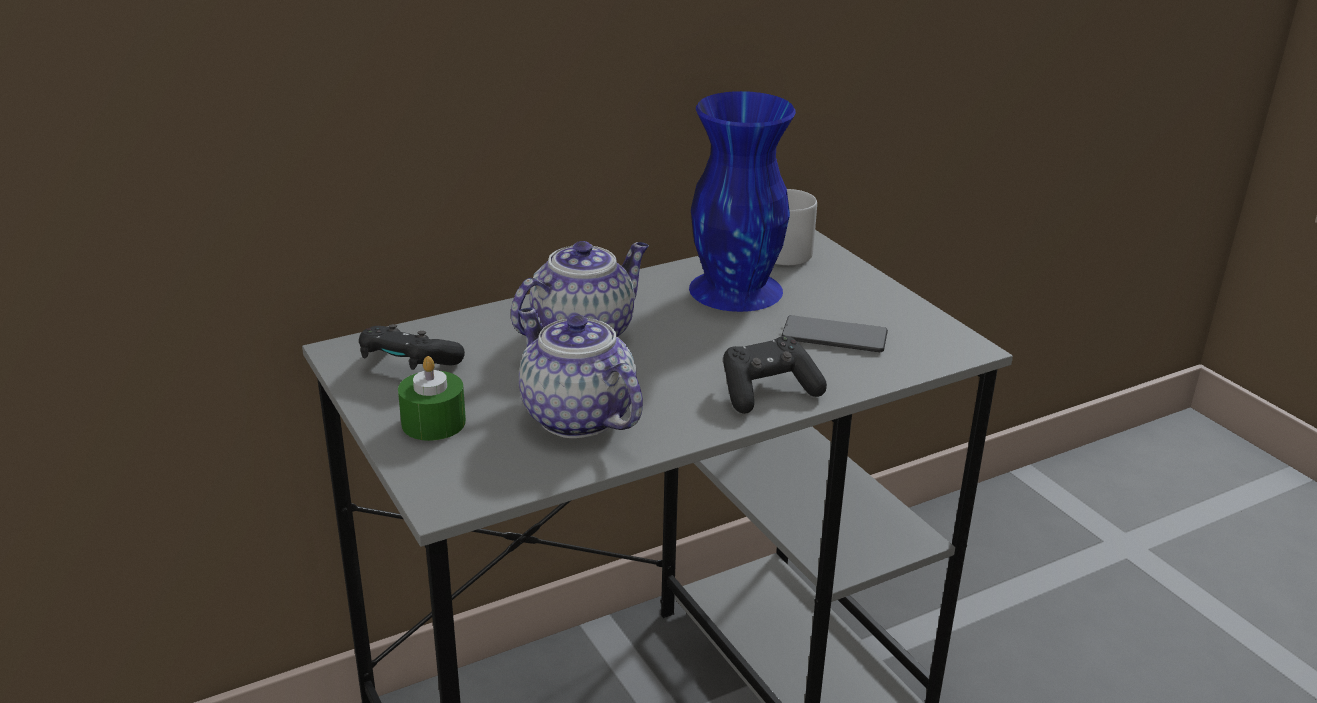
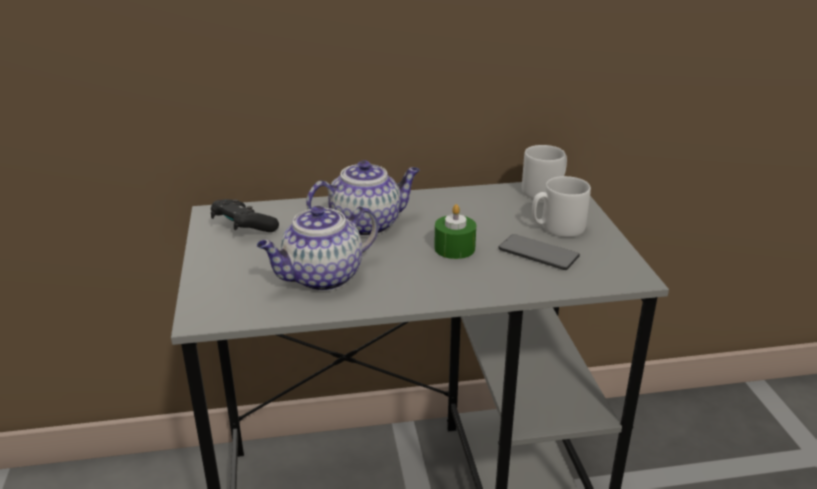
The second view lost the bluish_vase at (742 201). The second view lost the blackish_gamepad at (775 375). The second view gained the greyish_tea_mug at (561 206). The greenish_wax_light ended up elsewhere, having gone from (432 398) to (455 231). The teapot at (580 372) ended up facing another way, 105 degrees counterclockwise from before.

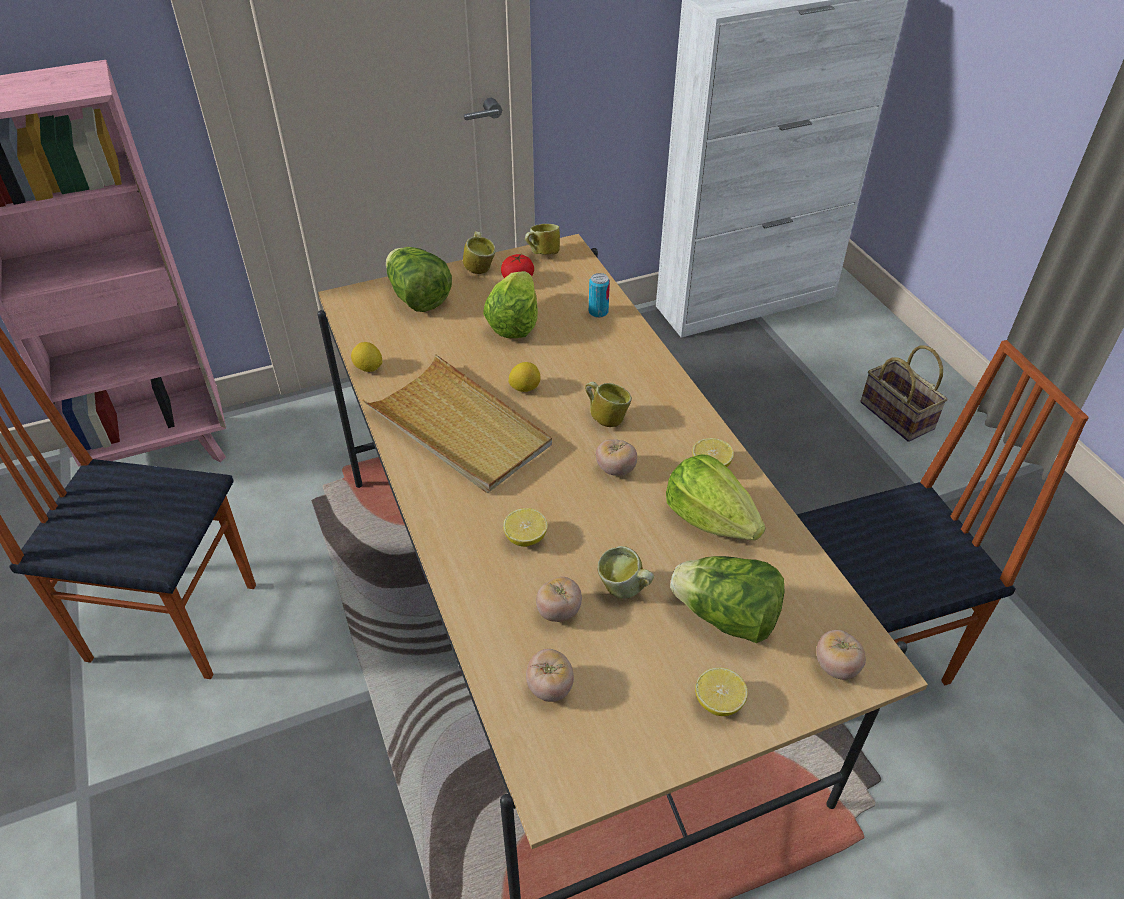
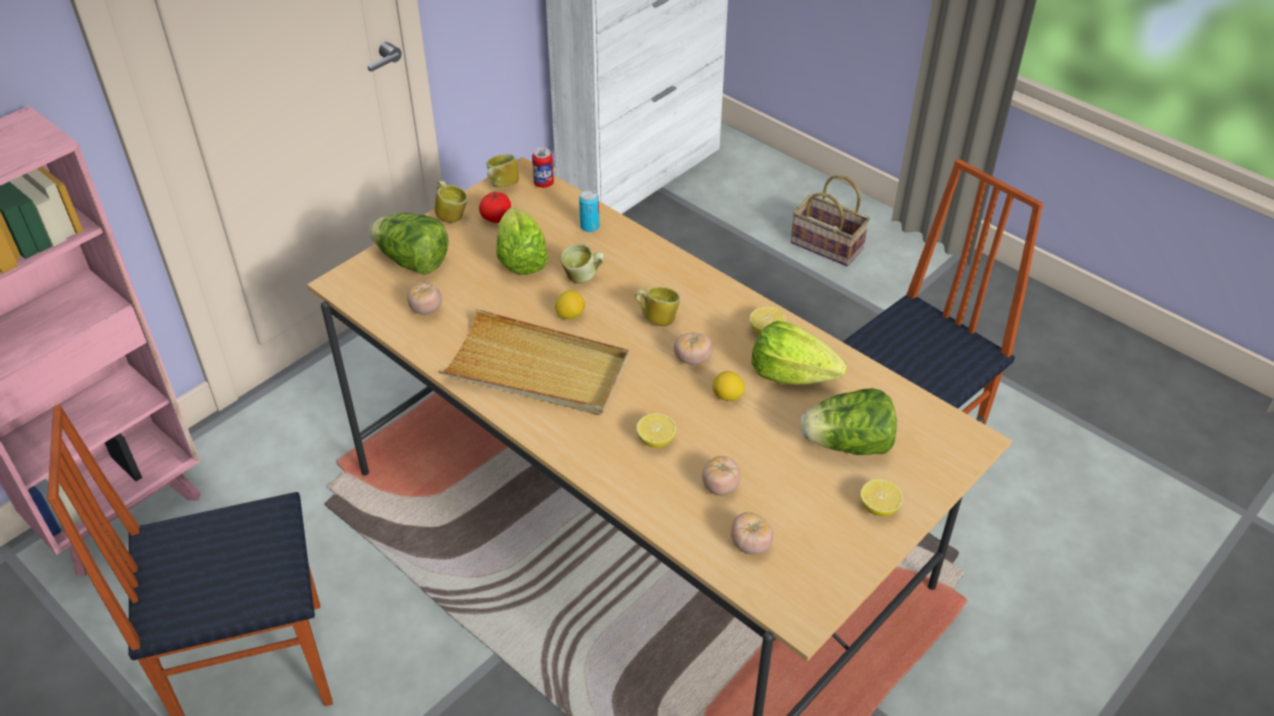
The second view gained the metal_can at (543 167). The lemon ended up elsewhere, having gone from (366 357) to (728 386). The tea_mug ended up elsewhere, having gone from (625 572) to (582 263). The fresh_tomato ended up elsewhere, having gone from (841 655) to (424 299).

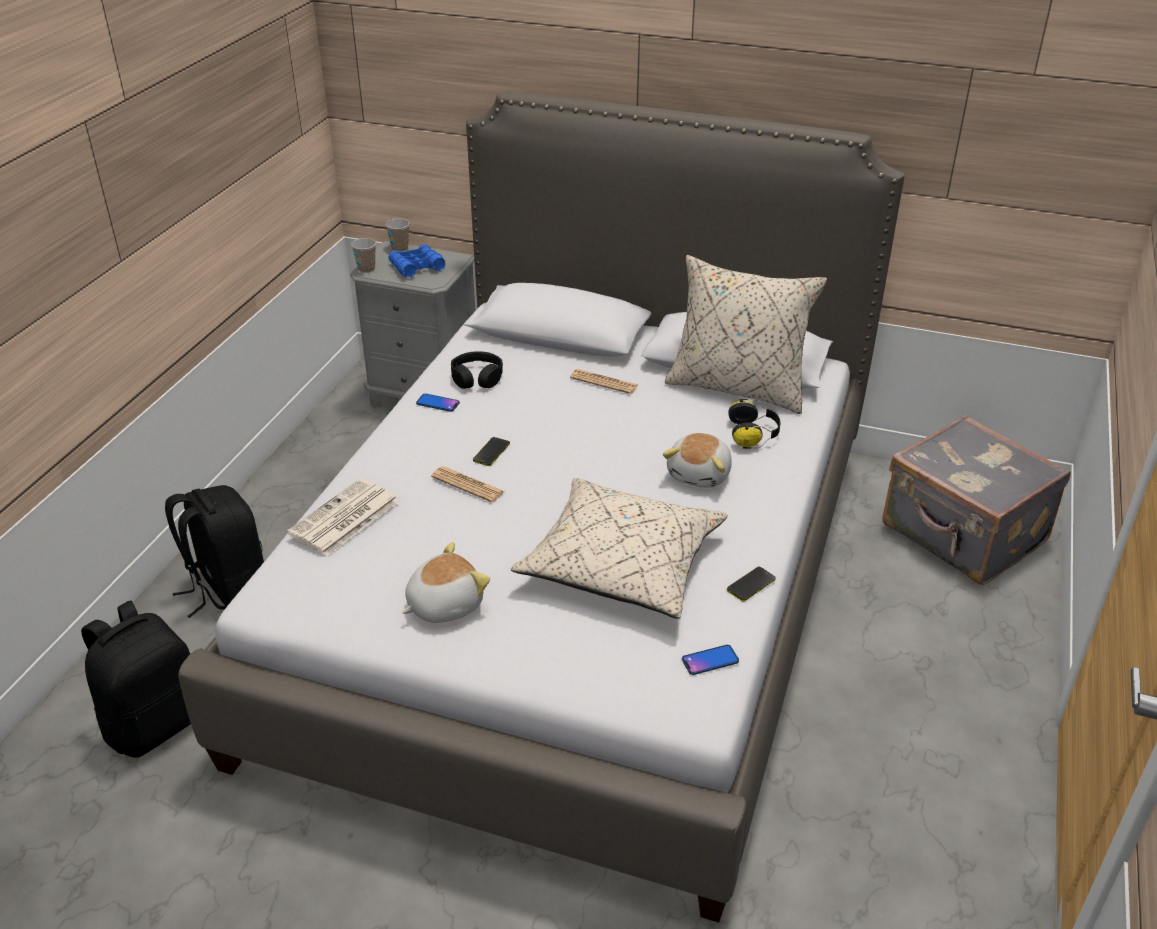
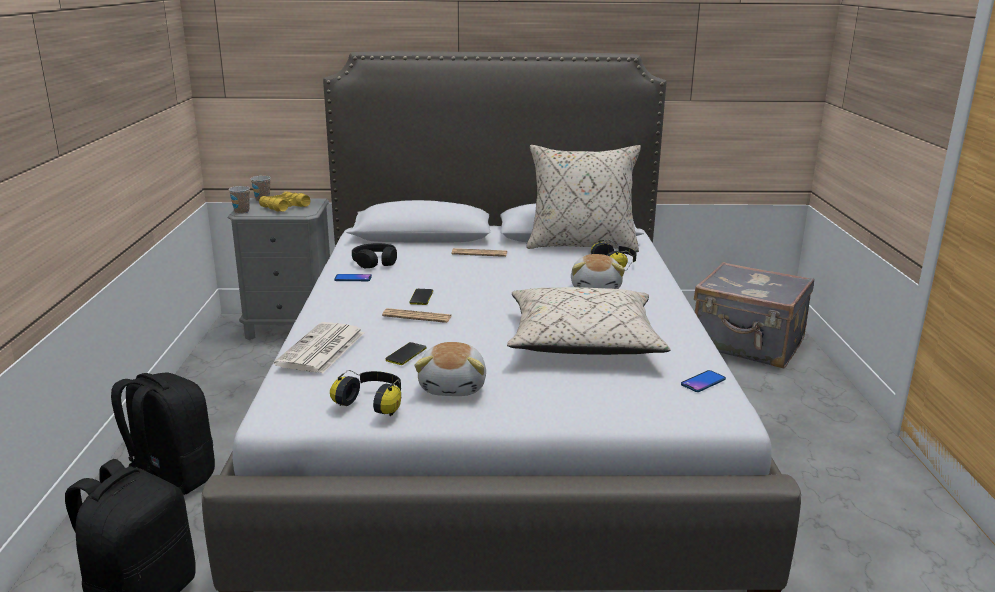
The second view gained the headset at (365 393). The handset ended up elsewhere, having gone from (751 584) to (406 353). What was the bluish_binoculars at (416 260) turned into the yellow-coloured_binoculars at (284 202). The soft_toy at (446 582) ended up facing another way, 150 degrees clockwise from before.

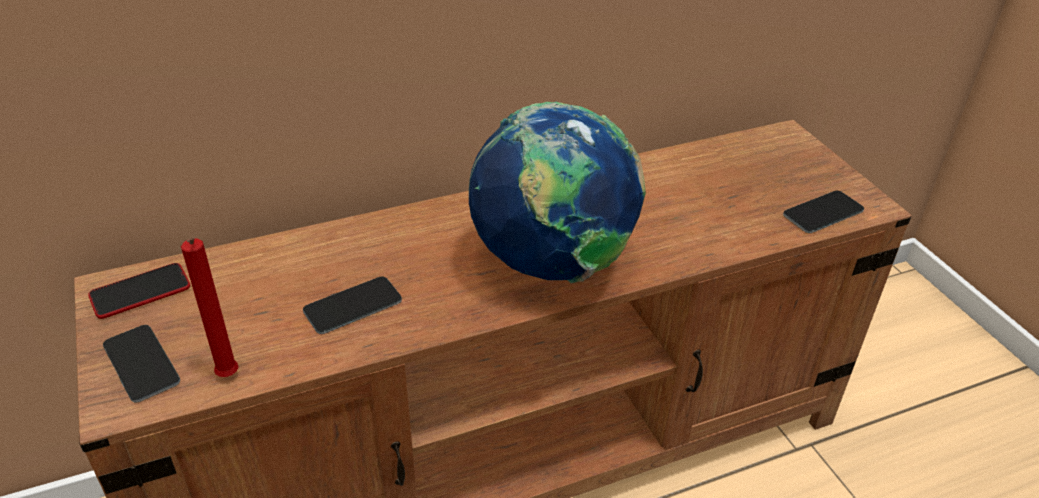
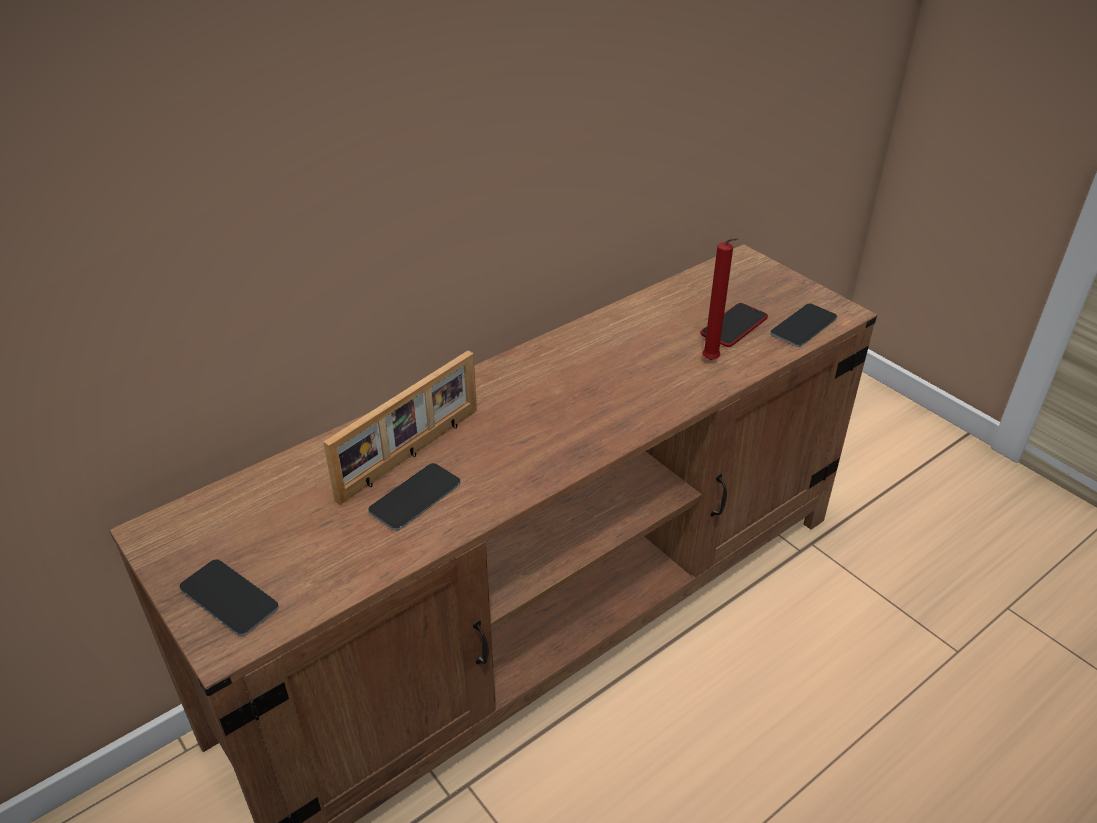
The second view lost the world_globe at (557 192). The second view gained the standing_frame at (400 428). The handset ended up elsewhere, having gone from (139 291) to (734 325). The red-coloured_wax_light ended up elsewhere, having gone from (210 307) to (720 299).

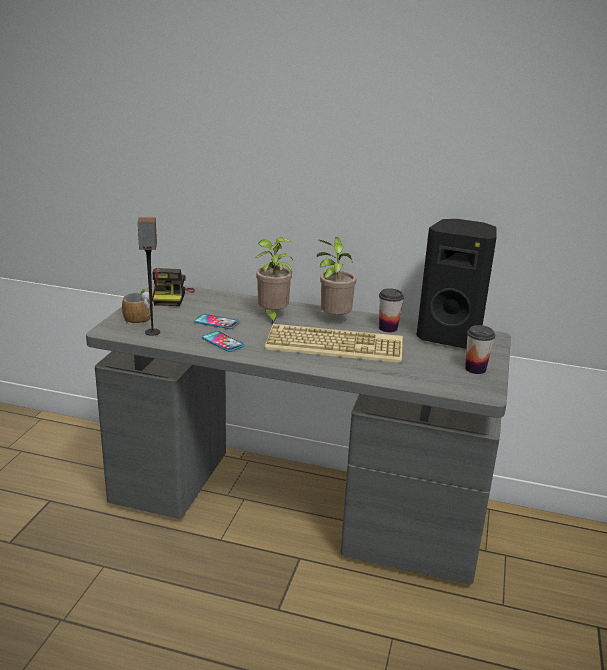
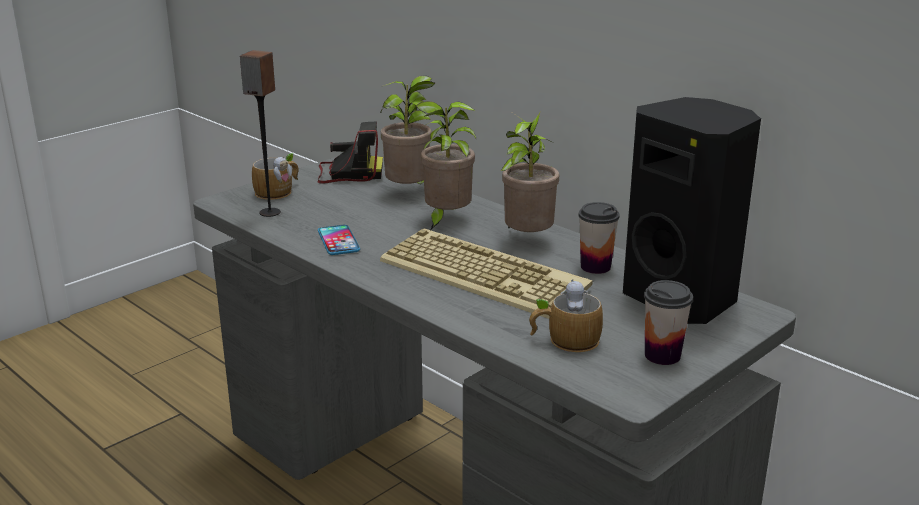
The second view lost the handset at (216 321). The second view gained the houseplant at (407 130). The second view gained the tea_mug at (566 315). The still_camera at (173 287) ended up facing another way, 120 degrees counterclockwise from before.

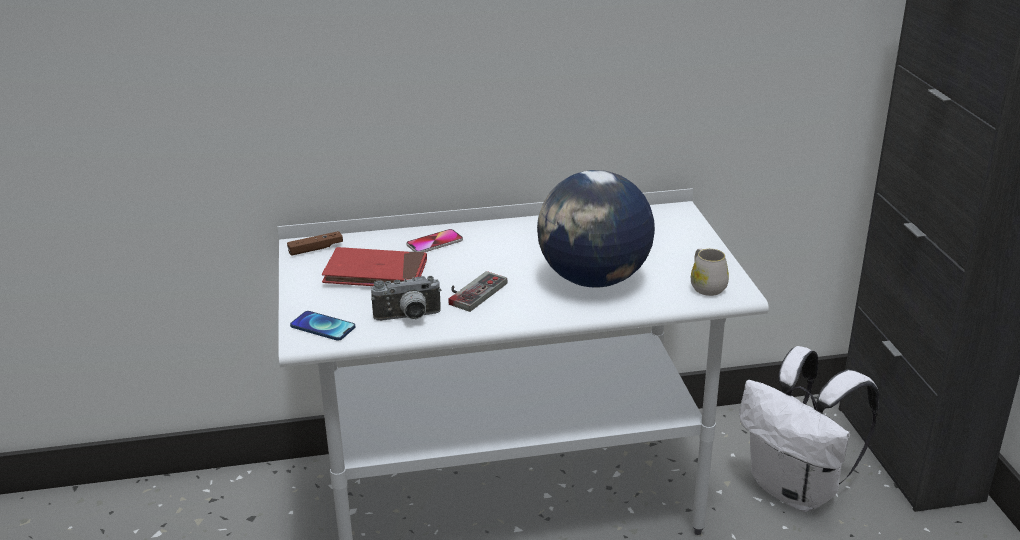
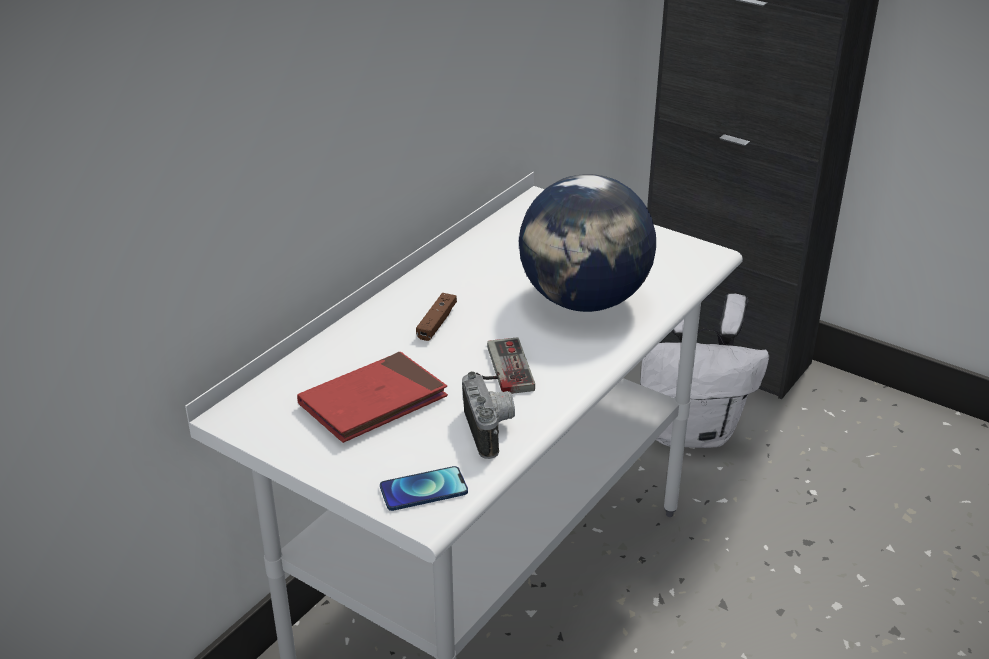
The second view lost the handset at (434 240). The second view lost the whitish_tea_mug at (710 272). The brownish_gamepad ended up elsewhere, having gone from (315 243) to (436 317). The still_camera at (406 298) ended up facing another way, 45 degrees counterclockwise from before.

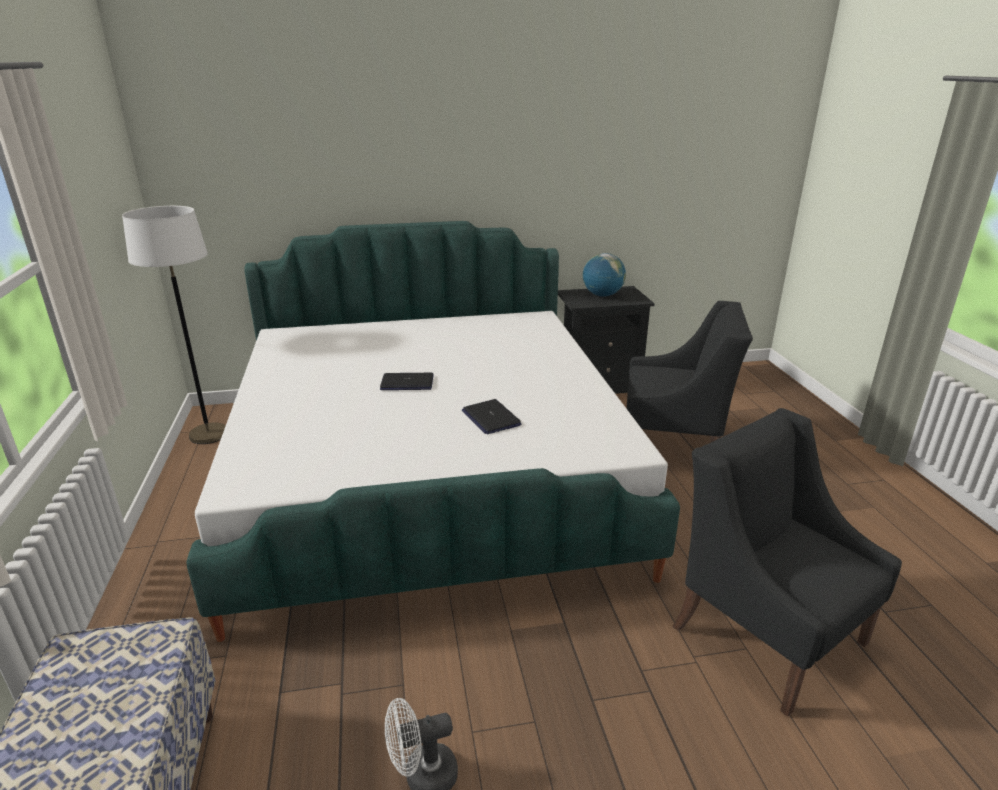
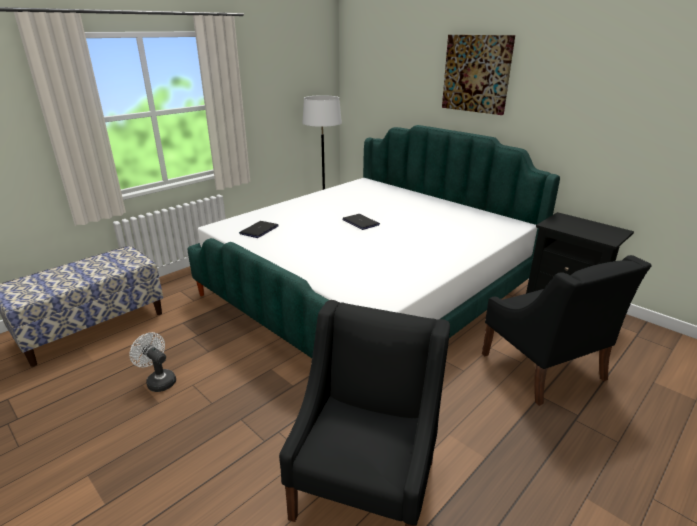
The second view lost the world_globe at (604 275). The second view gained the wall_art at (478 75). The laptop ended up elsewhere, having gone from (492 416) to (259 229).

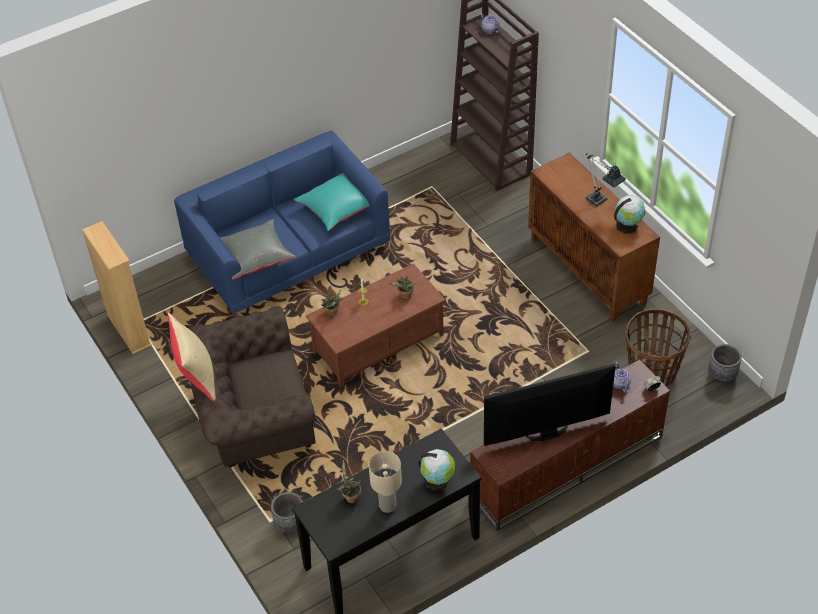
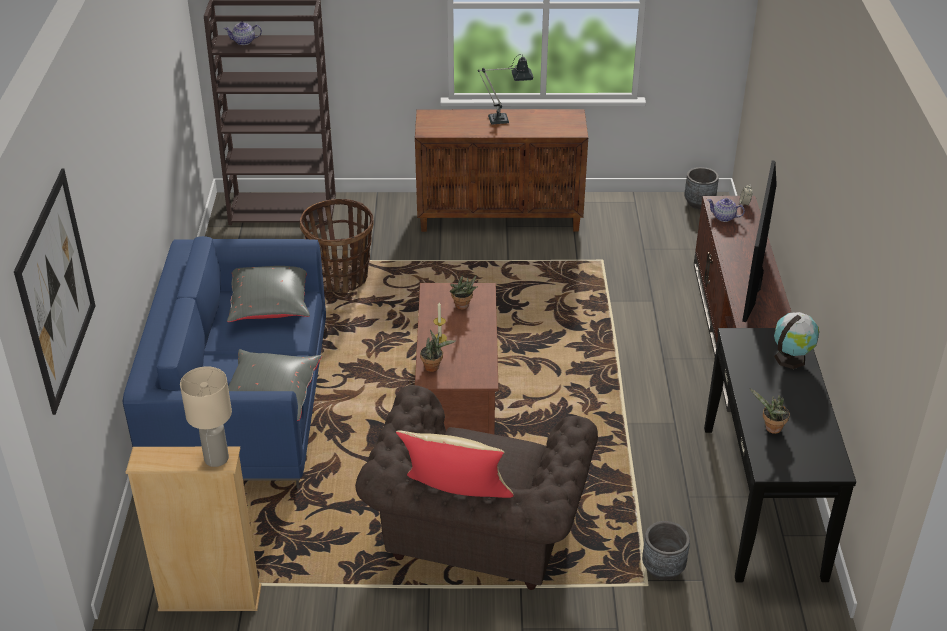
The second view lost the world_globe at (630 214). The second view gained the wall_art at (55 292). The sand-coloured_lamp_for_a_table ended up elsewhere, having gone from (385 482) to (206 416). The household_basket ended up elsewhere, having gone from (658 347) to (337 246). What was the turquoise-coloured_cushion at (332 202) turned into the greyish_cushion at (268 294).

